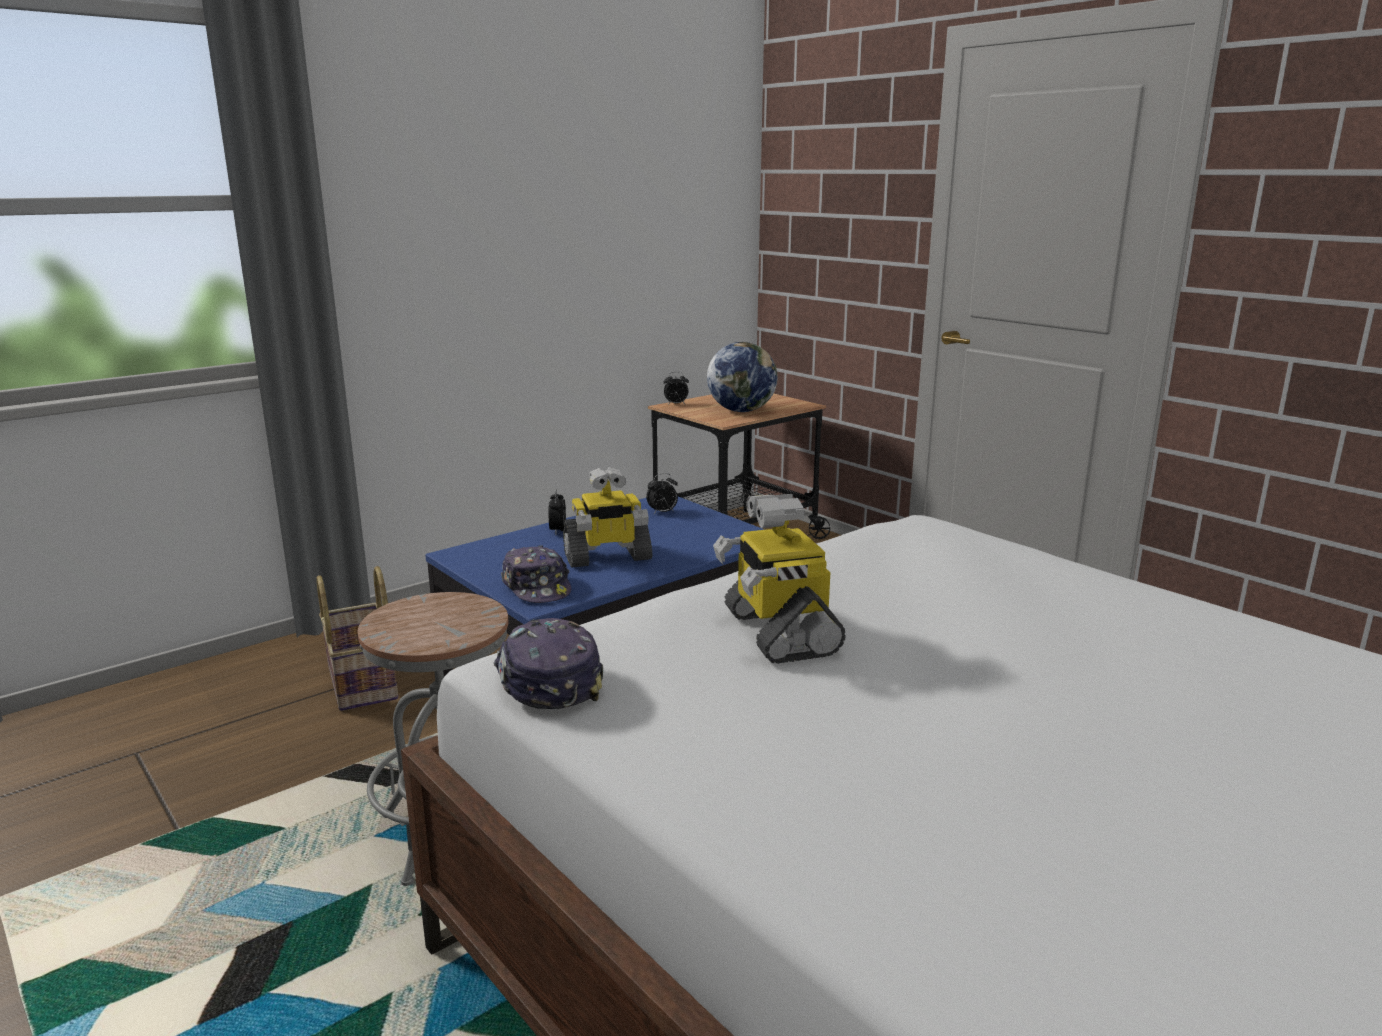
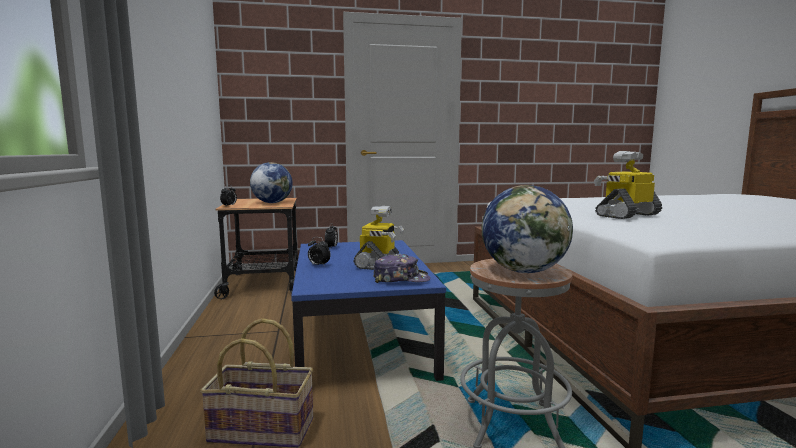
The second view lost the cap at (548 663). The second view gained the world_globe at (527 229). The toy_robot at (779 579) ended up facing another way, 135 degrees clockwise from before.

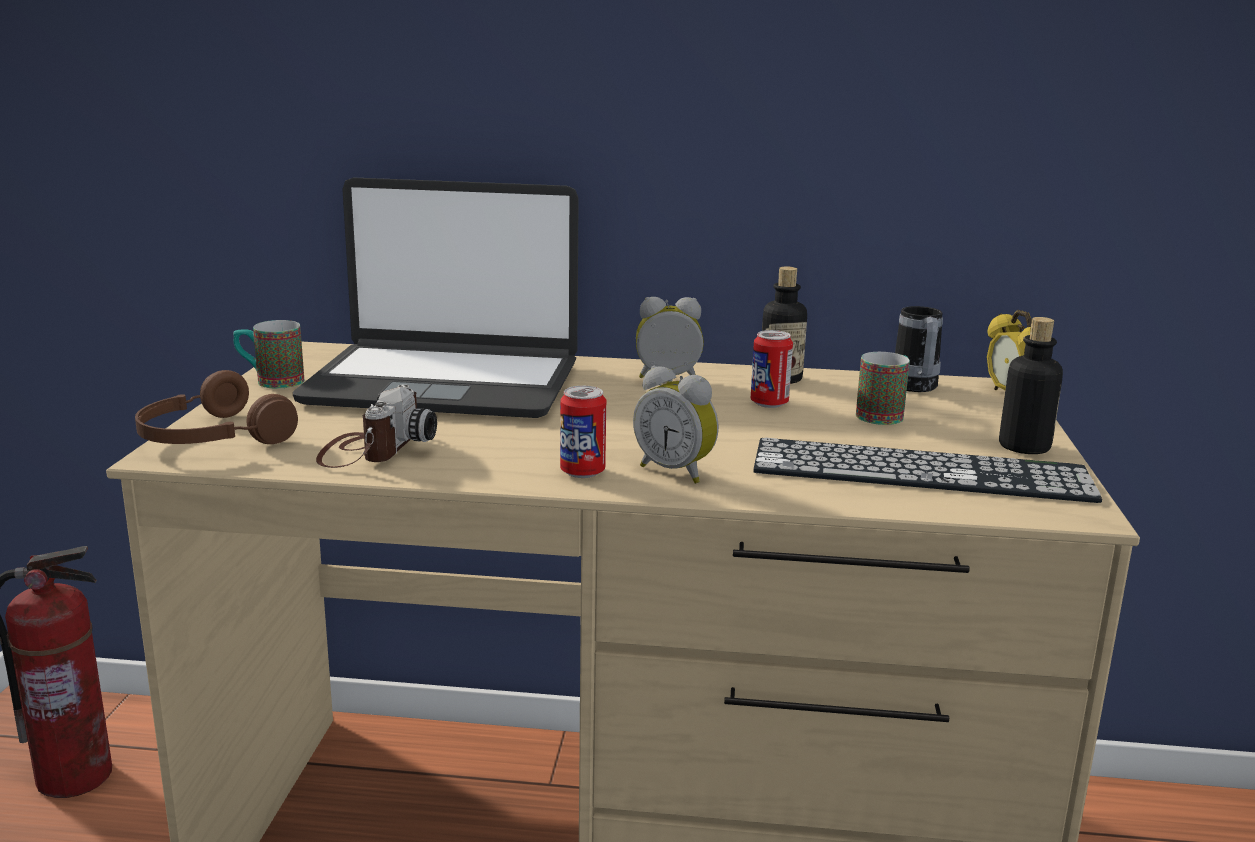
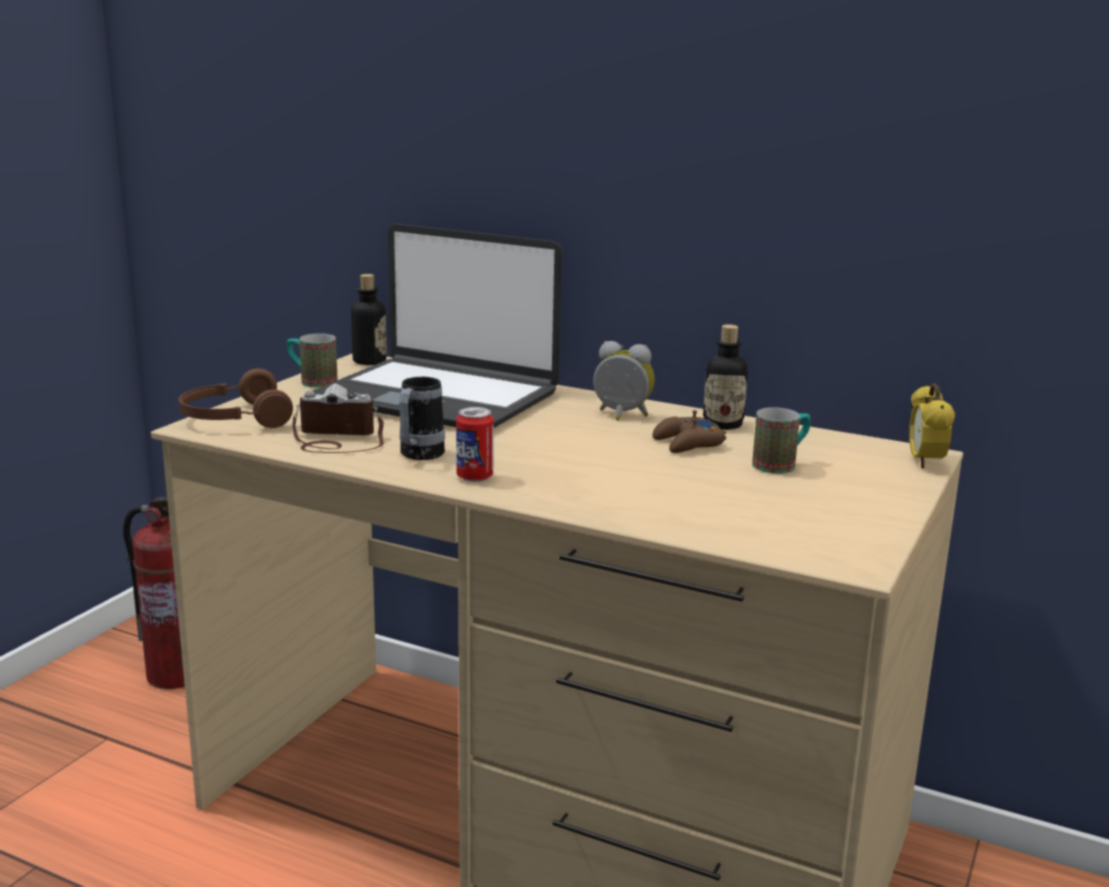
The second view lost the alarm_clock at (676 425). The second view lost the PC_keyboard at (927 470). The tea_mug ended up elsewhere, having gone from (919 349) to (422 418). The drink_bottle ended up elsewhere, having gone from (1031 385) to (369 319). Where the metal_can stood at (772 369), the brownish_gamepad came to stand at (689 431). The still_camera at (376 426) ended up facing another way, 120 degrees counterclockwise from before.

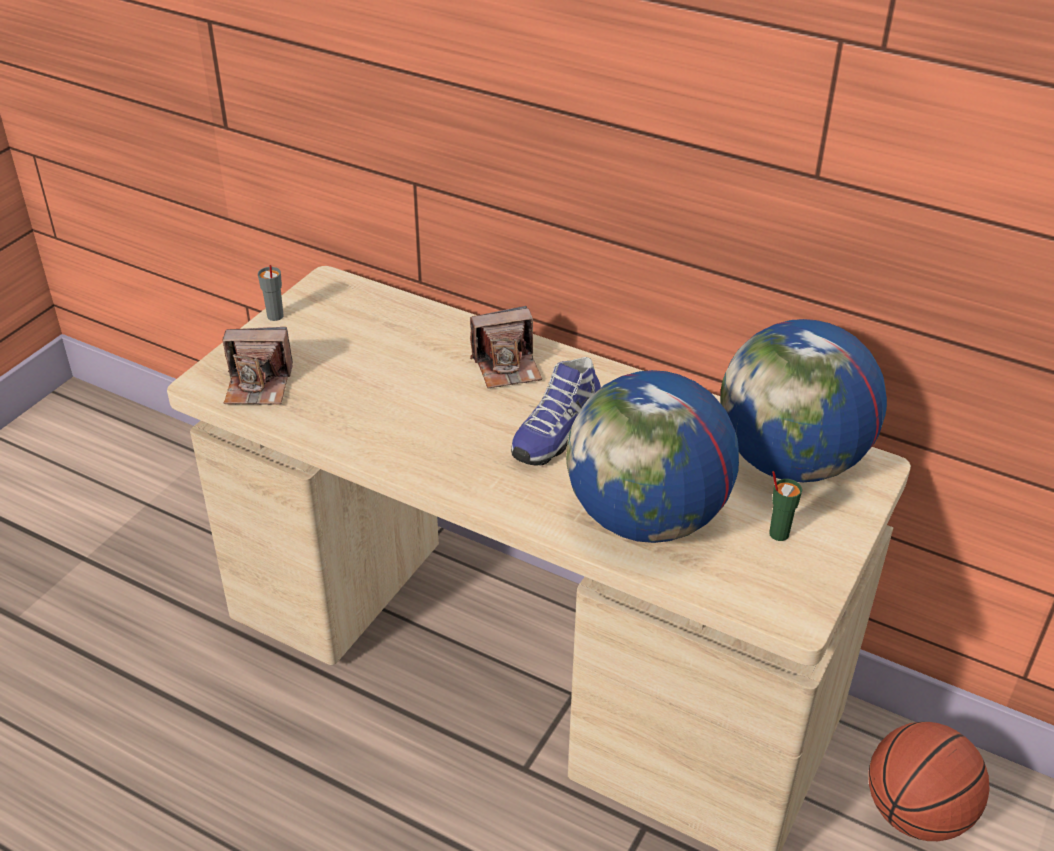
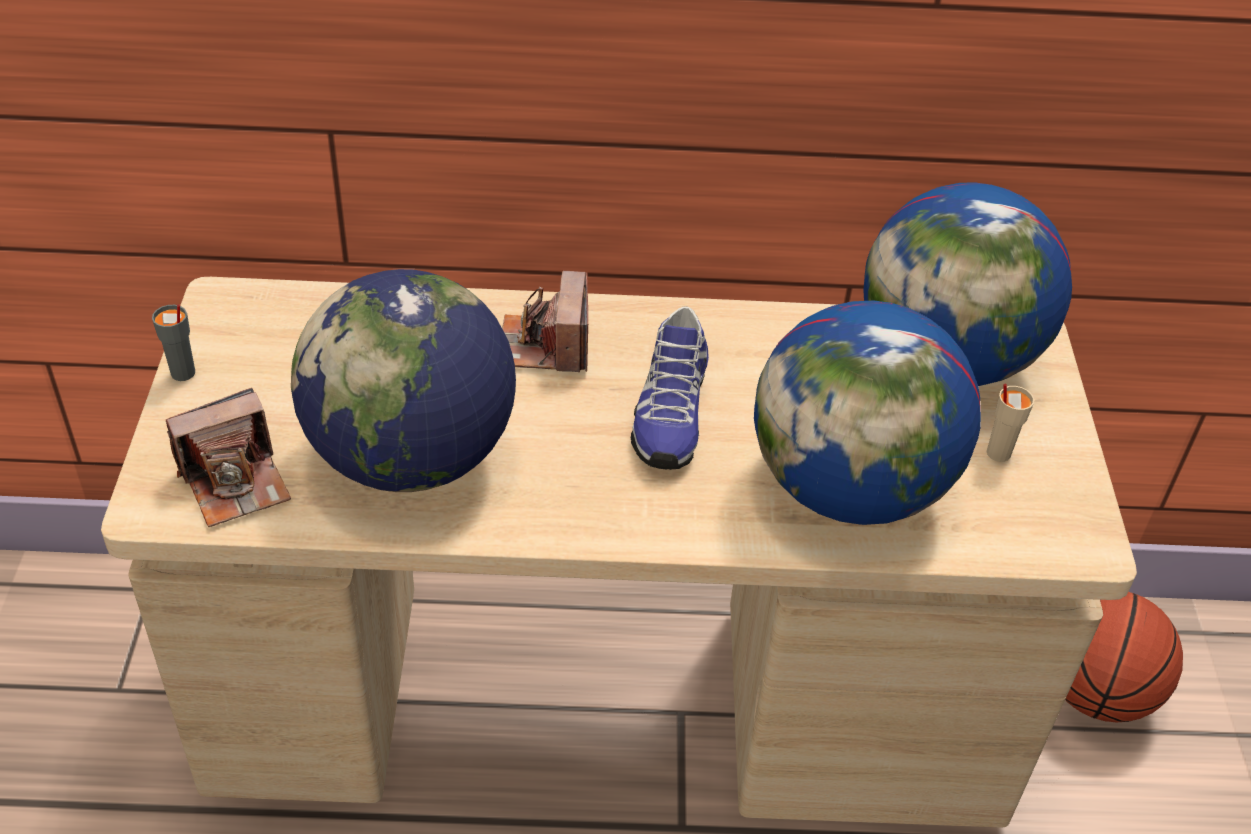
The second view gained the world_globe at (403 380). What was the greenish_drinking_cup at (785 506) turned into the sand-coloured_drinking_cup at (1010 423). The still_camera at (506 347) ended up facing another way, 135 degrees clockwise from before.

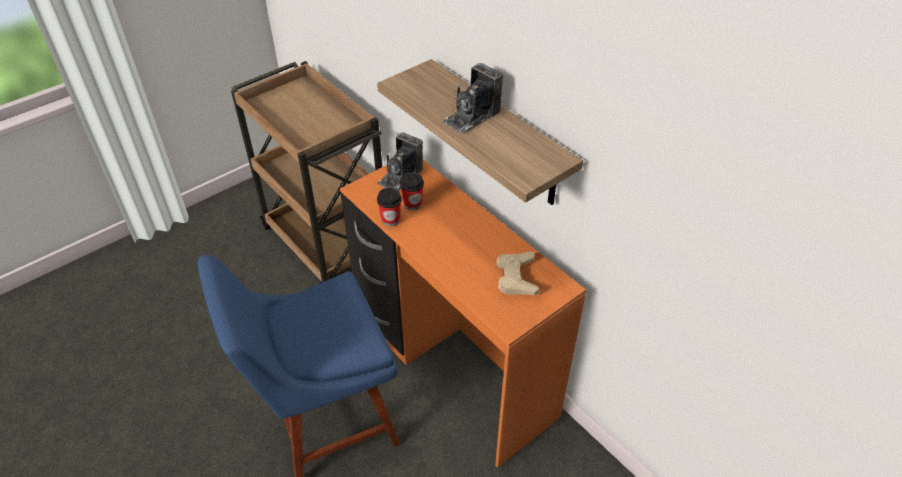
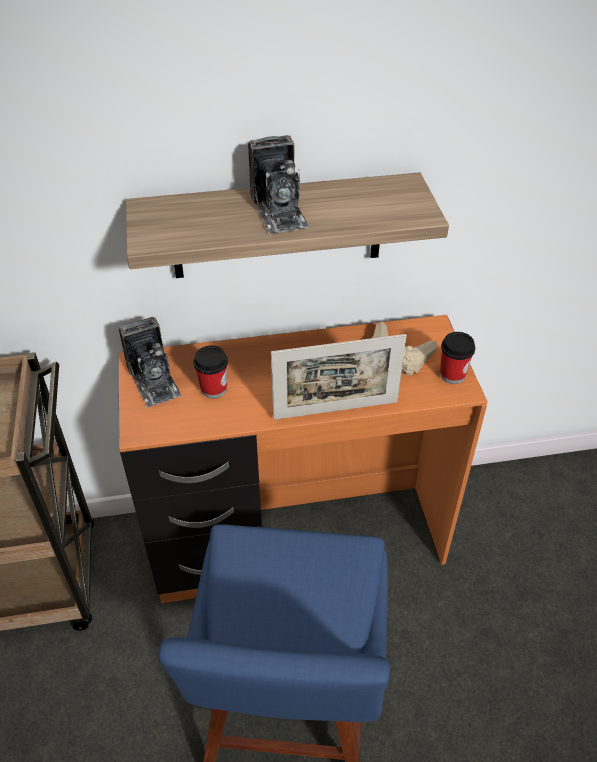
The second view gained the standing_frame at (339 377). The drinking_cup ended up elsewhere, having gone from (389 207) to (457 358).

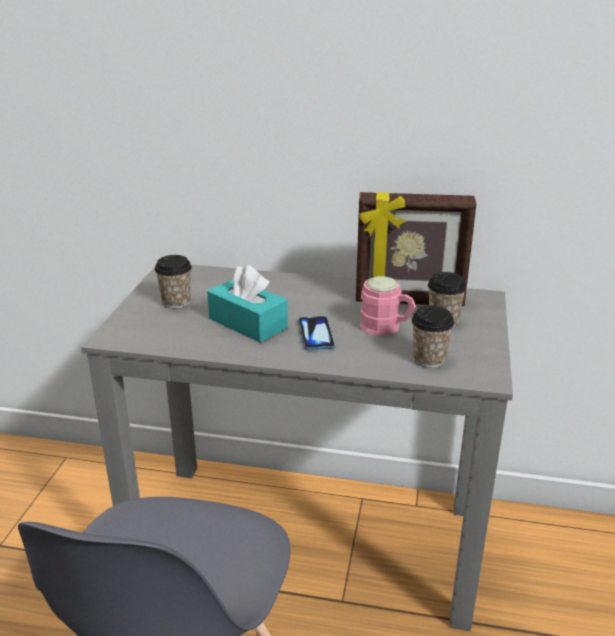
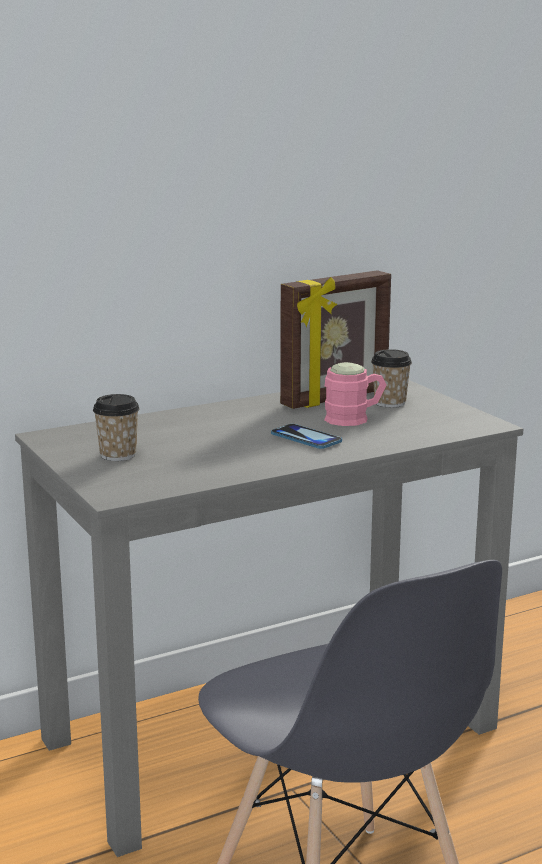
The second view lost the turquoise-coloured_tissue_holder at (247 304). The second view lost the drinking_cup at (433 337).

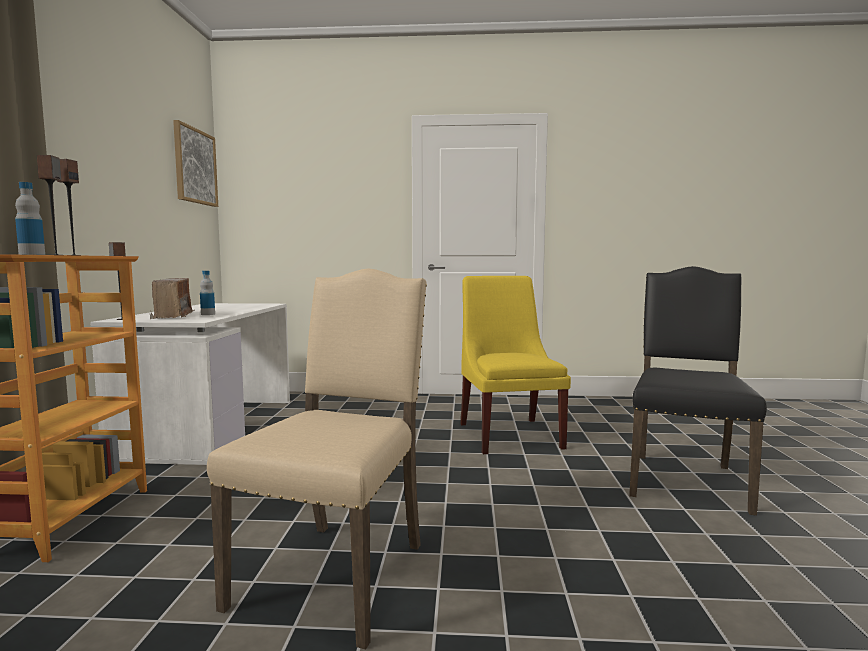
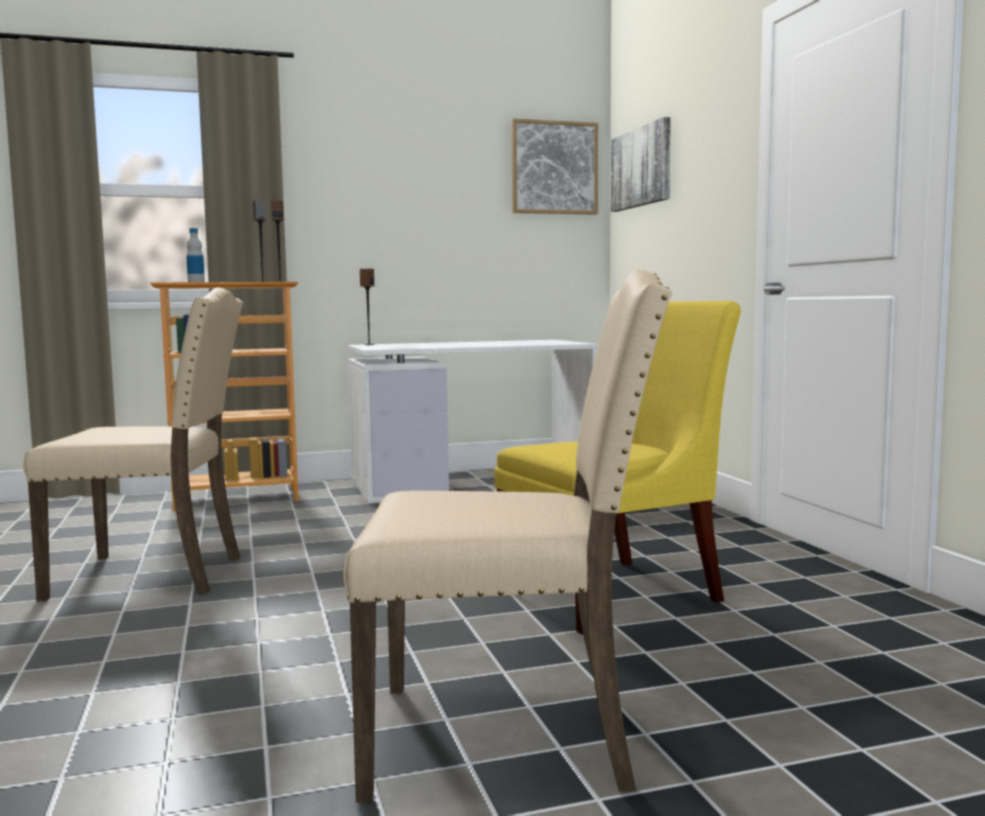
The second view lost the radio_receiver at (172 299). The second view lost the drink_bottle at (207 293). The second view gained the wall_art at (641 164). What was the blackish_upright_chair at (698 391) turned into the sand-coloured_upright_chair at (507 535).

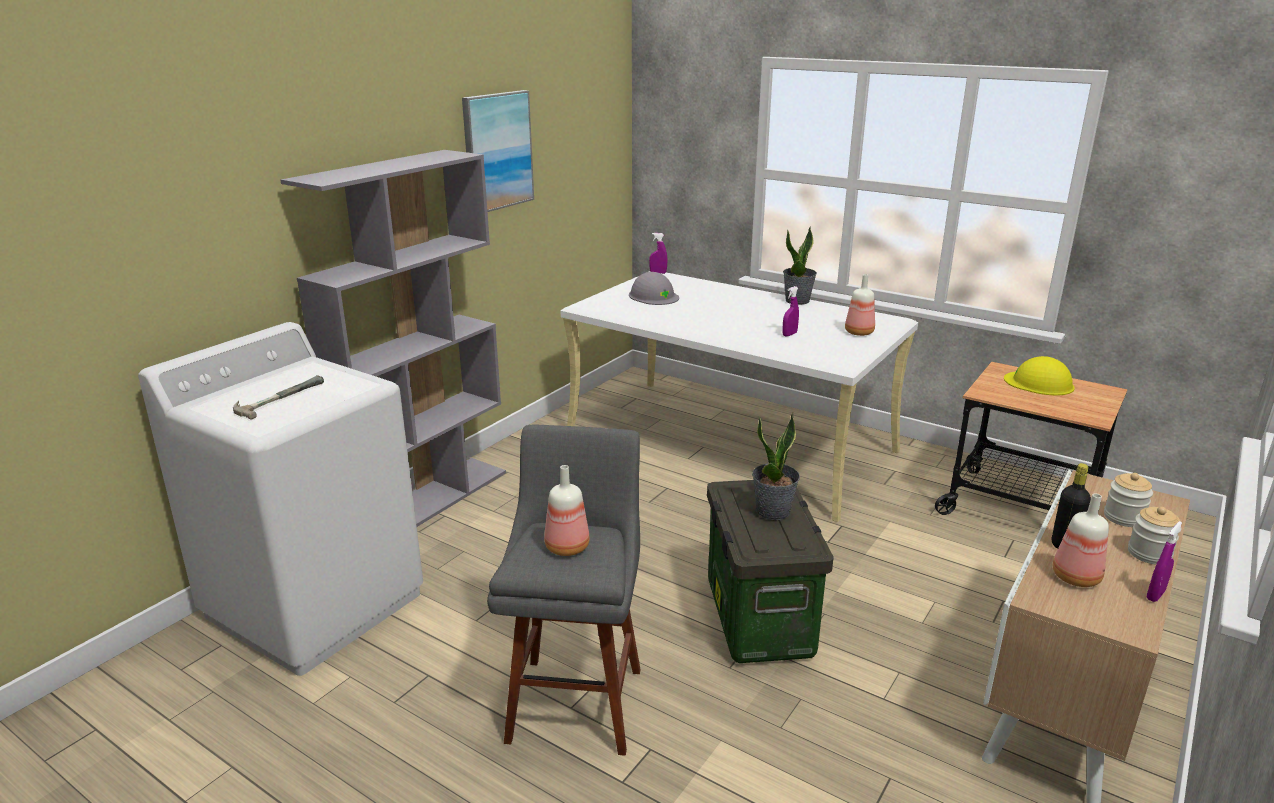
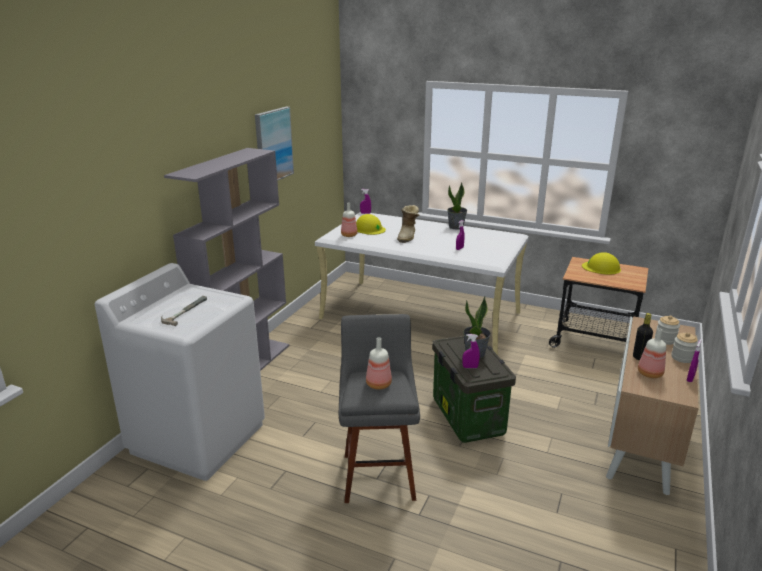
The second view gained the tall_boot at (408 224). The second view gained the purple_hand_sprayer at (471 351). The drink_bottle ended up elsewhere, having gone from (860 305) to (349 219). What was the greyish_work_helmet at (654 288) turned into the yellow-coloured_work_helmet at (371 224).

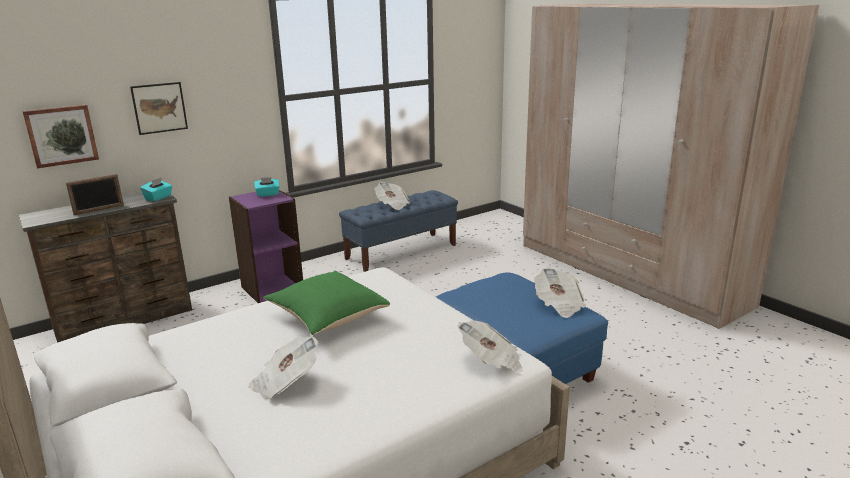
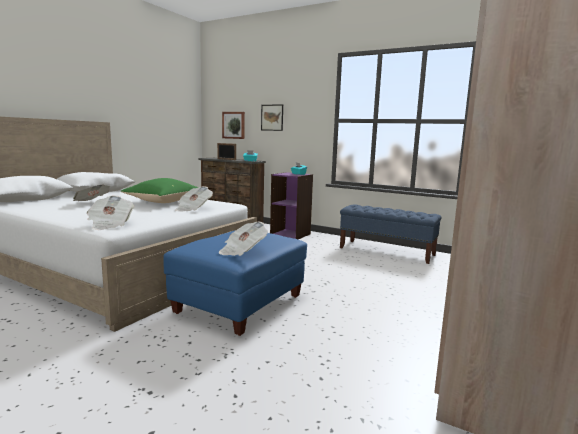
The printed_paper ended up elsewhere, having gone from (392 196) to (194 199).

